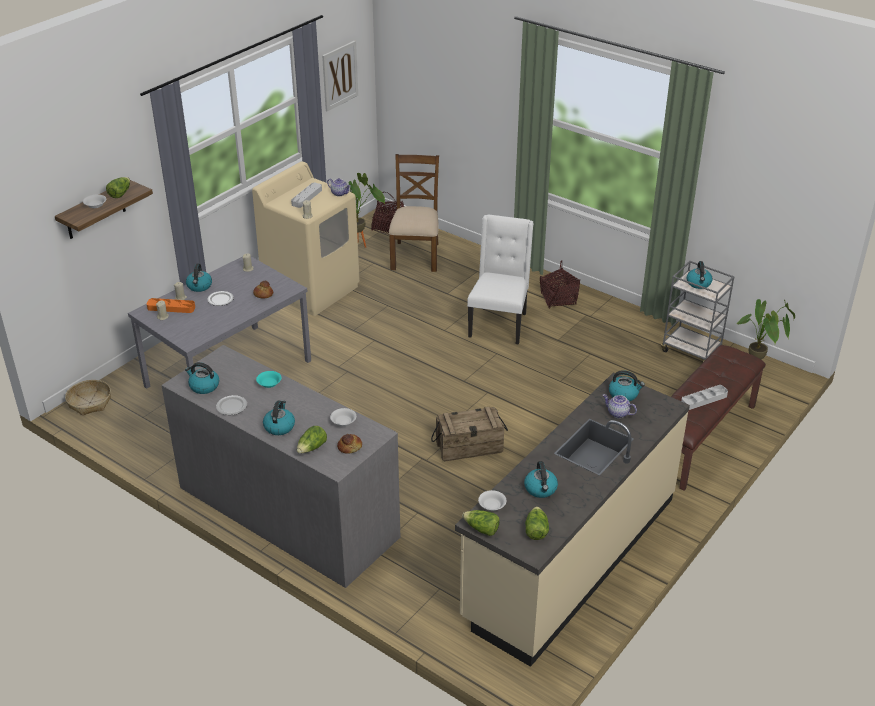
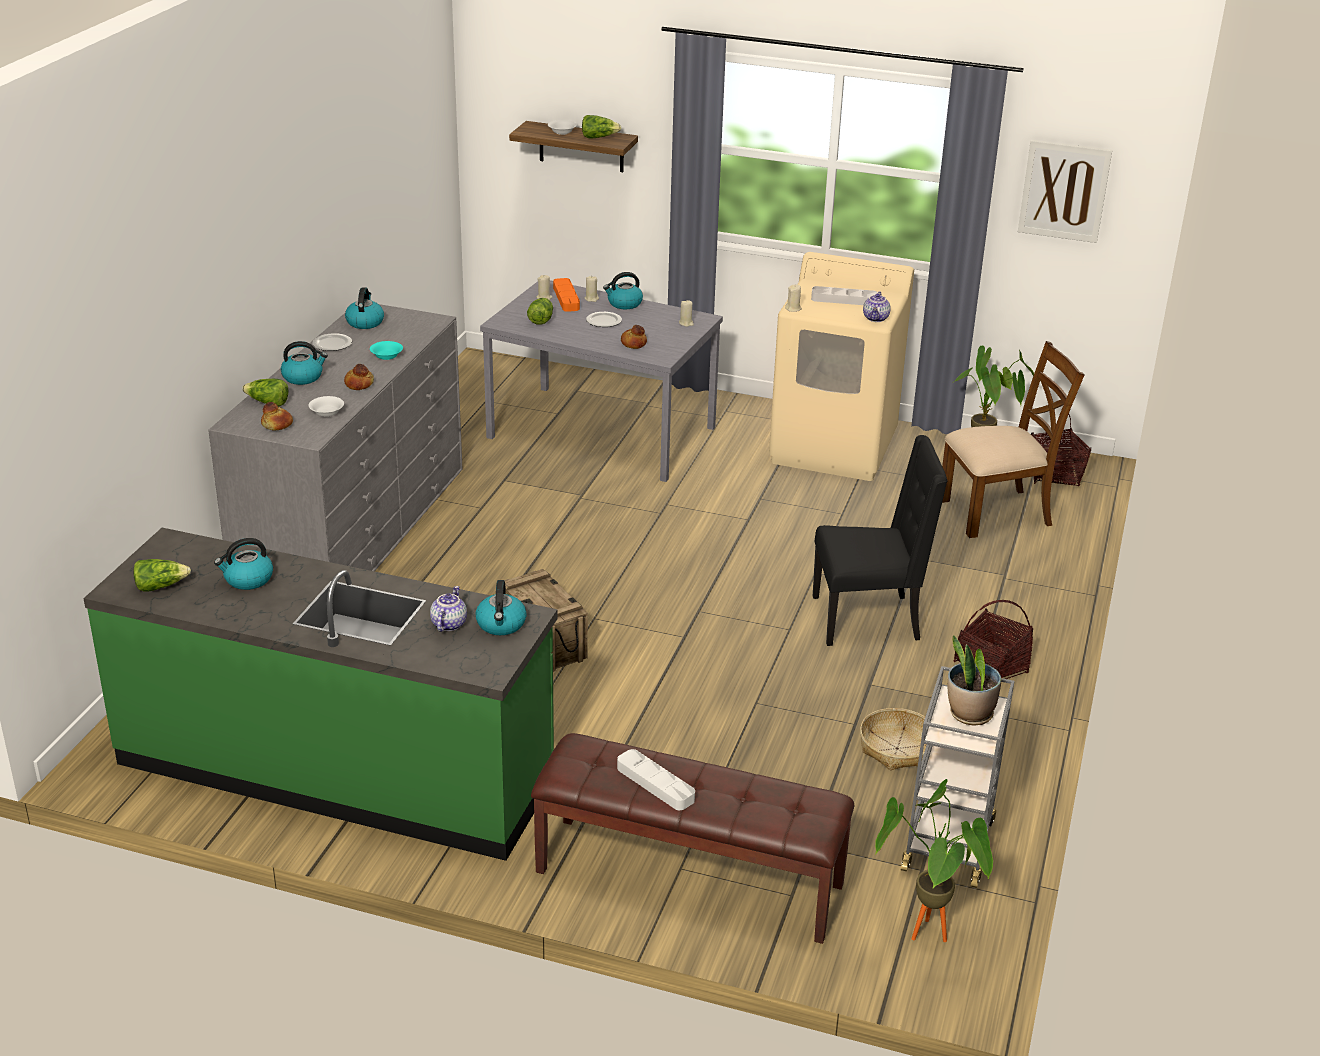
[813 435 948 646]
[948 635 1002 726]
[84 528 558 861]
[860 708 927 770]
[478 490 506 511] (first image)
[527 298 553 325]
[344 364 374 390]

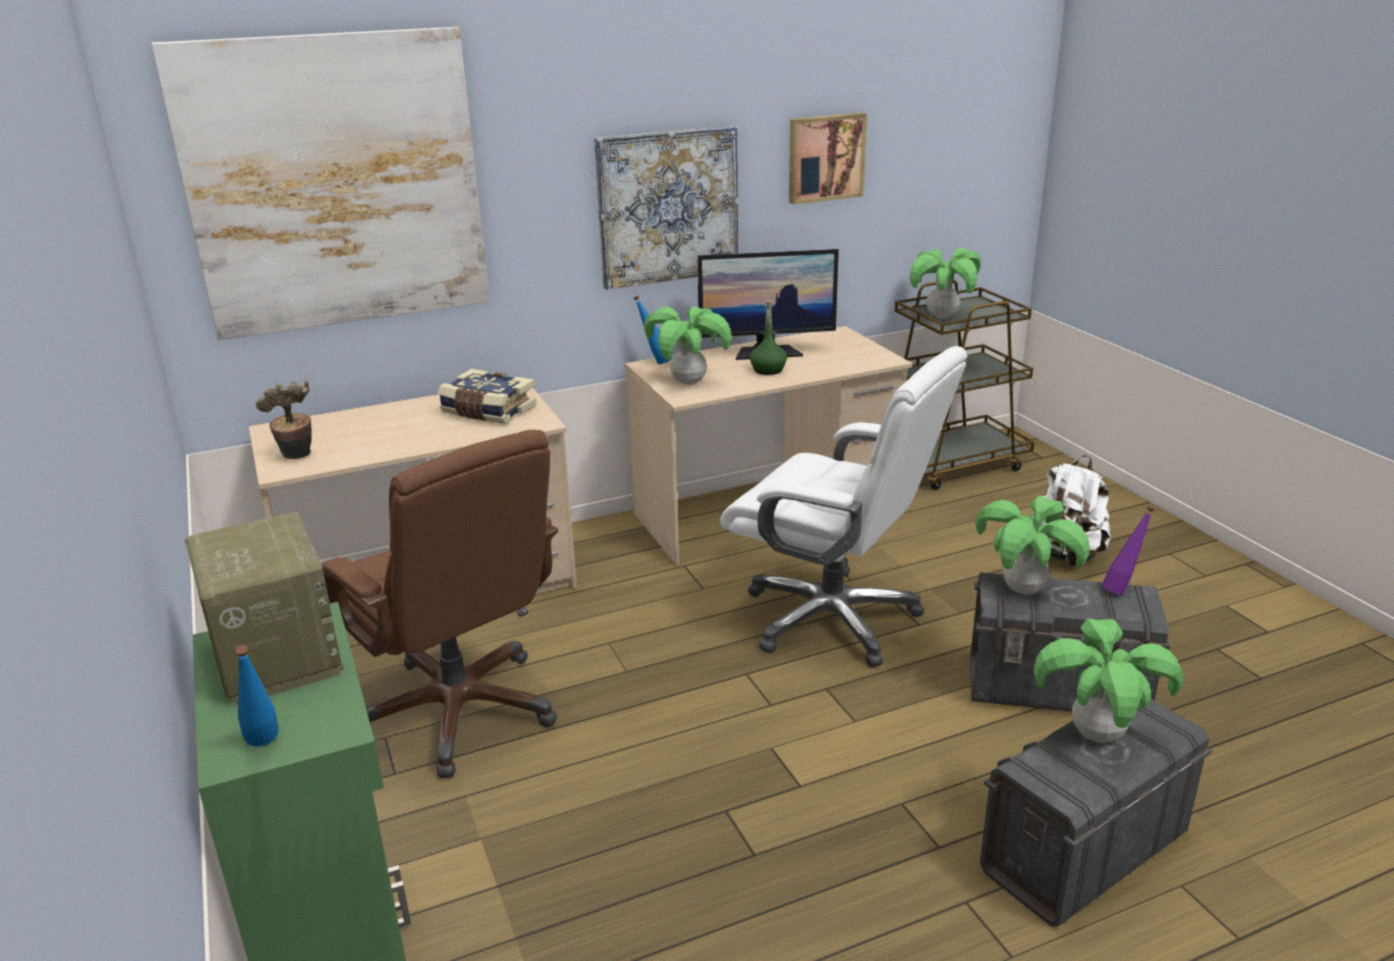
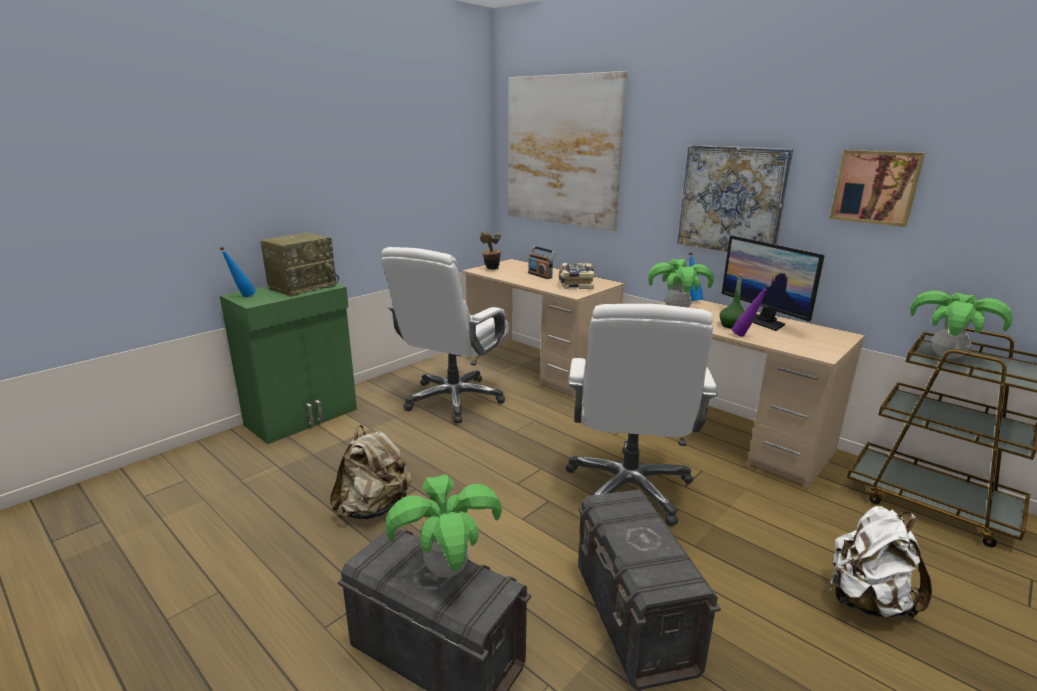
[382 247 509 423]
[975 496 1090 595] (first image)
[732 284 770 337]
[528 246 556 279]
[330 425 412 519]

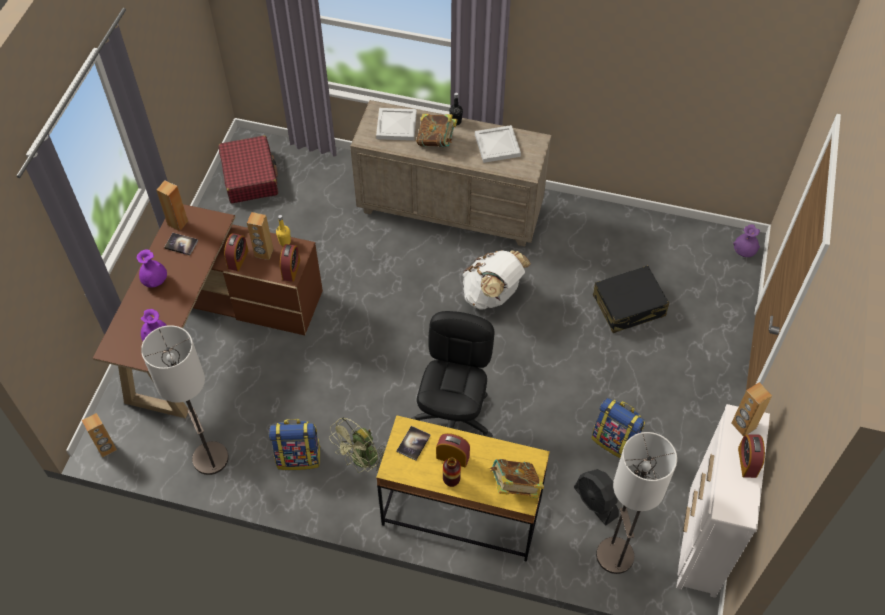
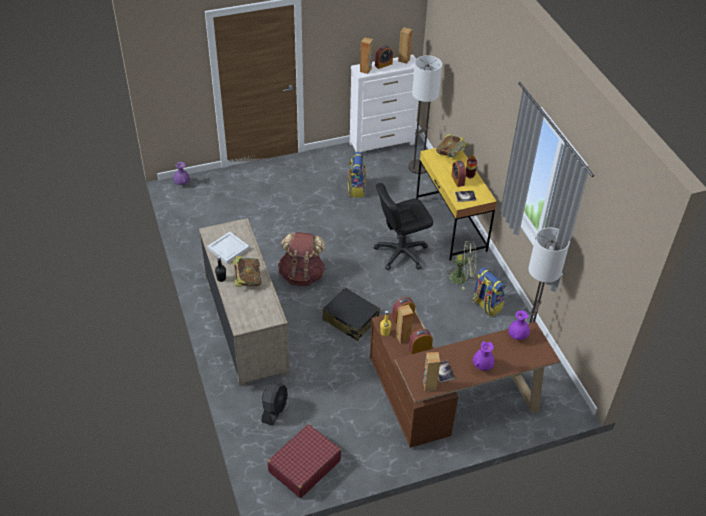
[376 108 417 141] (first image)
[278 232 326 286]
[322 288 380 341]
[398 27 412 64]
[262 382 288 426]

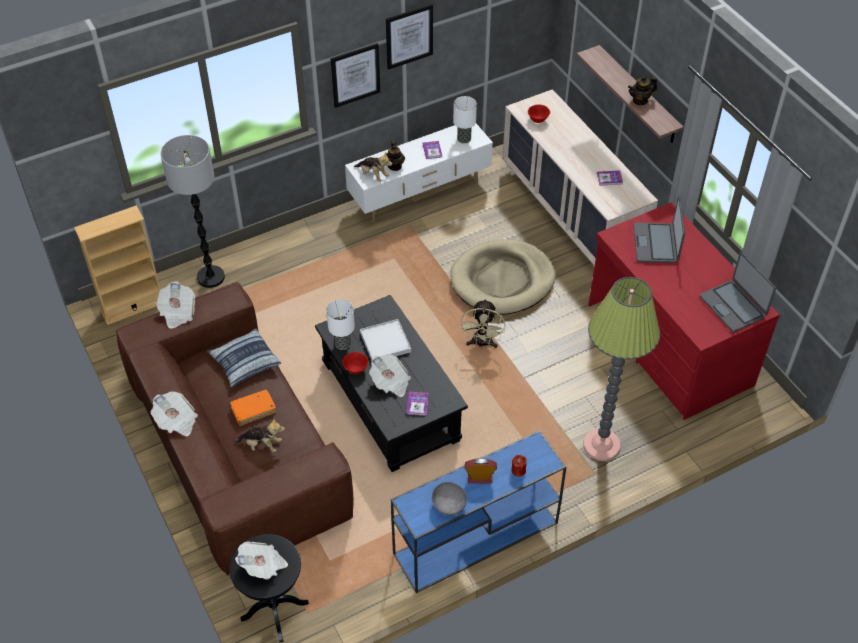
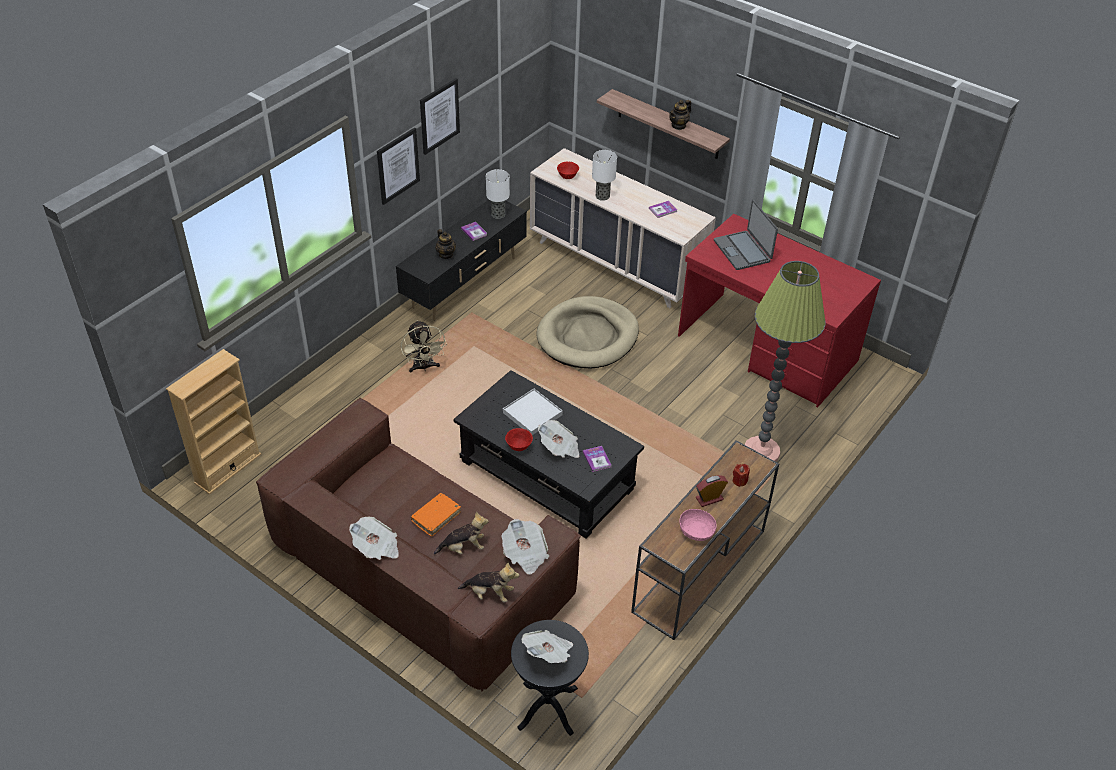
[396 200 527 321]
[160 135 225 288] (first image)
[458 562 519 603]
[700 252 776 332] (first image)
[501 519 549 575]
[592 150 617 201]
[401 320 447 372]
[207 328 281 388] (first image)
[631 440 779 640]
[680 509 717 541]

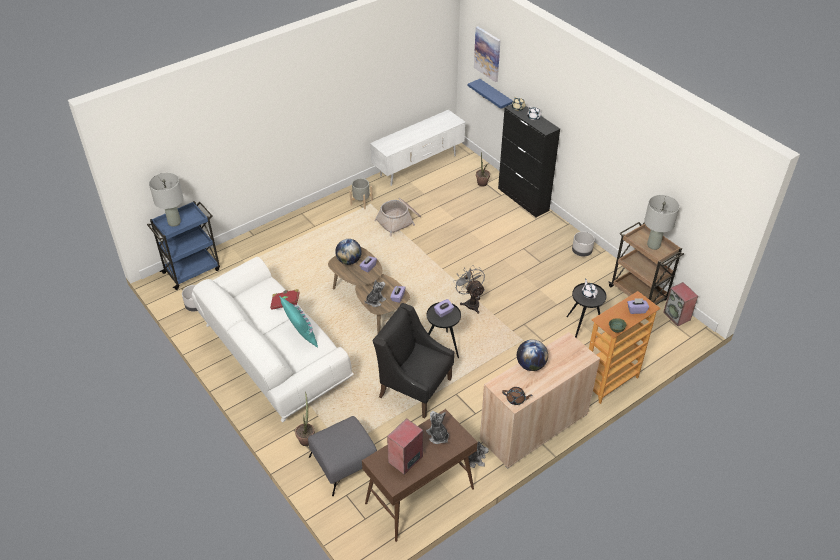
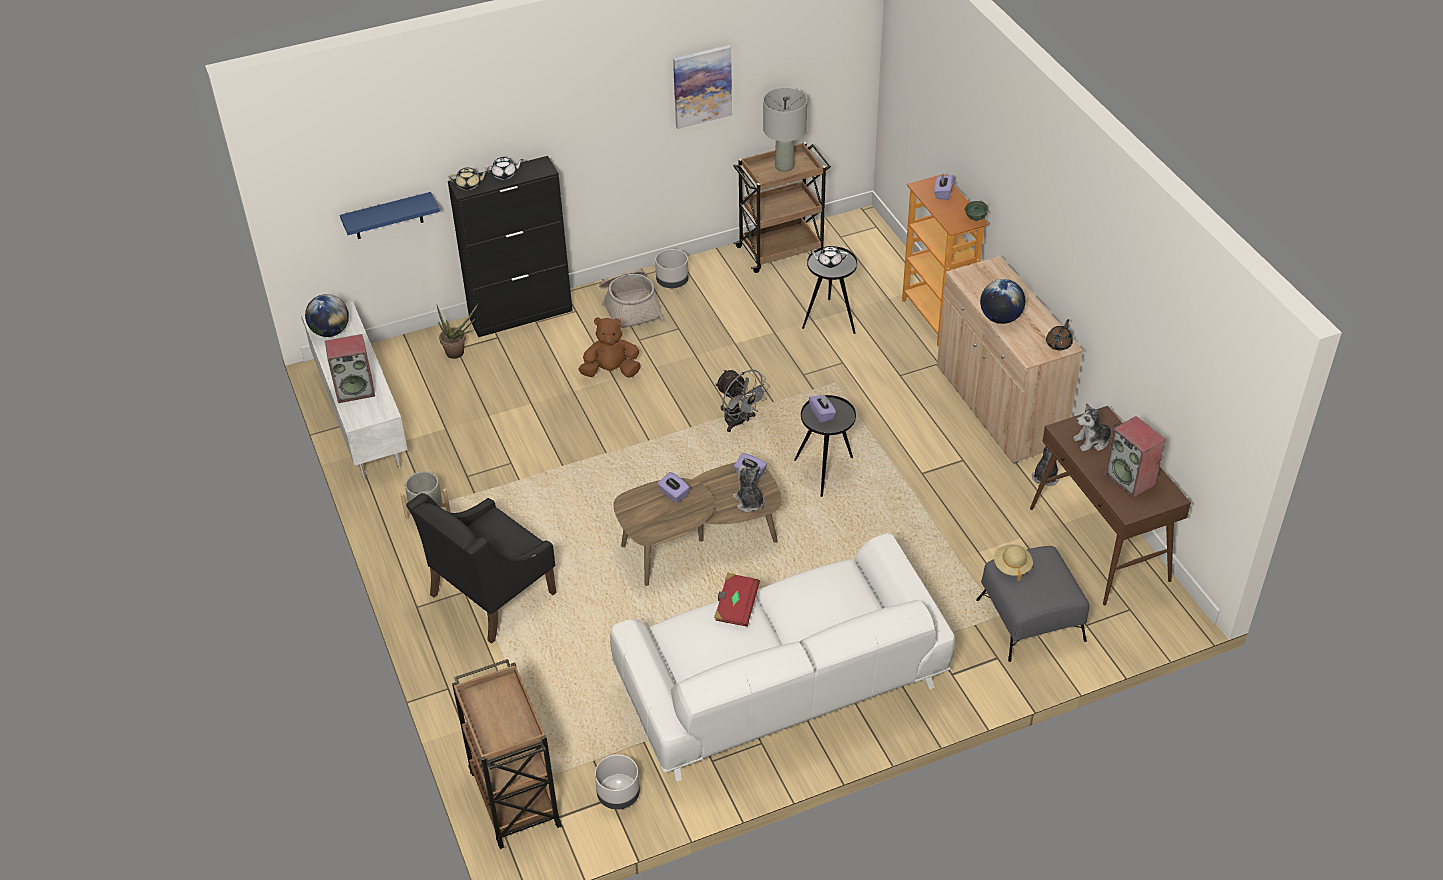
[673 45 732 129]
[149 173 183 227] (first image)
[599 270 665 328]
[452 659 562 849]
[305 294 349 337]
[715 370 770 432]
[325 334 375 403]
[279 296 318 348] (first image)
[406 493 556 644]
[295 392 315 446] (first image)
[579 317 641 378]
[994 544 1033 581]

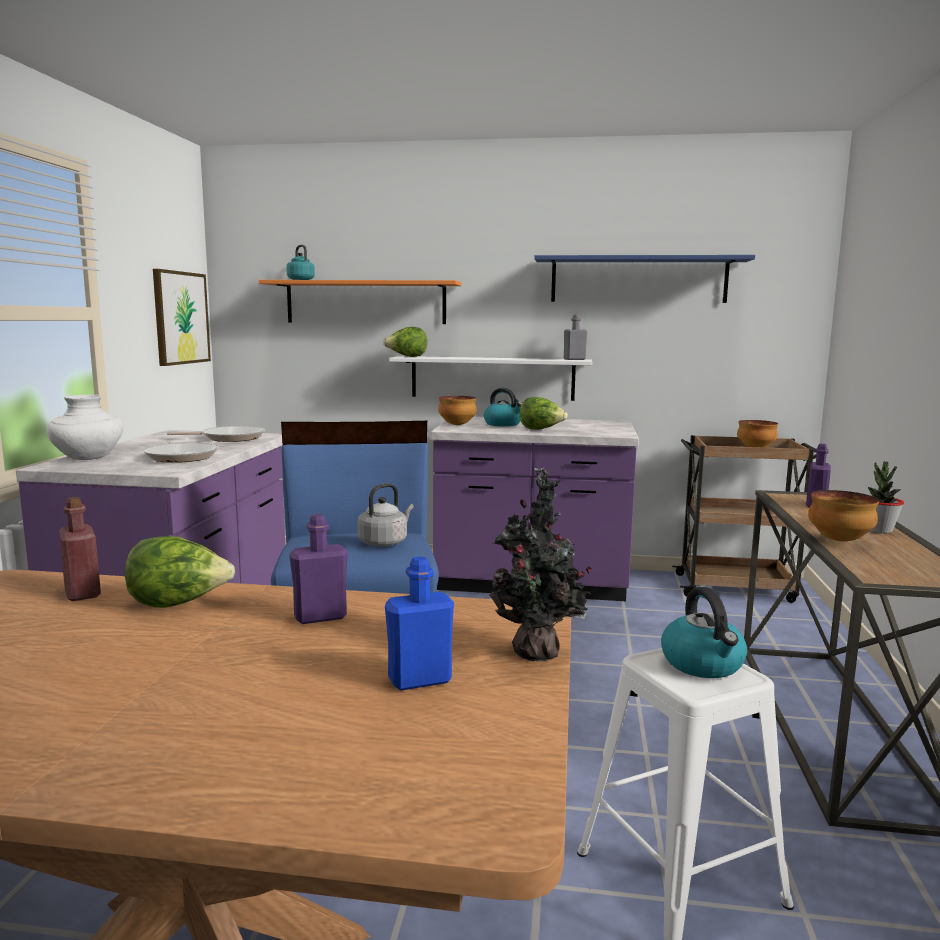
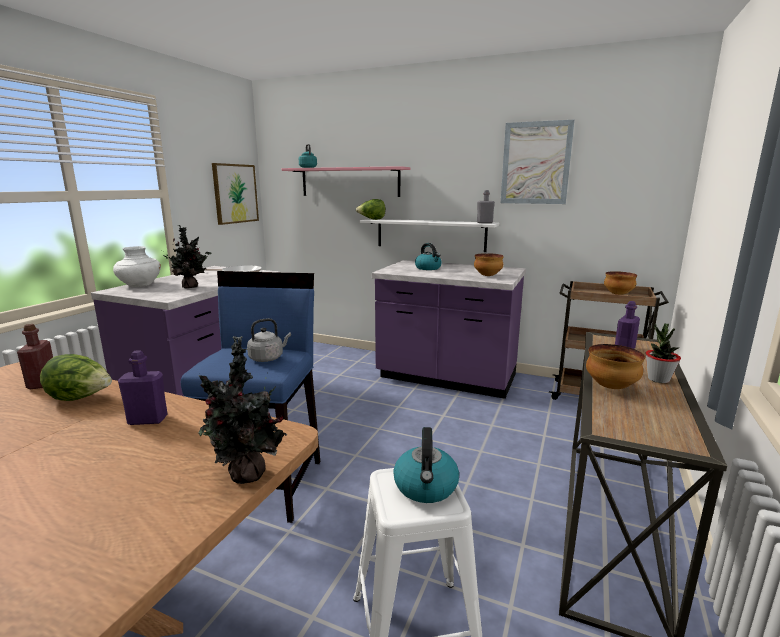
[501 120 575 204]
[282 166 410 197]
[474 253 504 276]
[519 397 568 430] (first image)
[161 225 212 288]
[385 556 454 690] (first image)

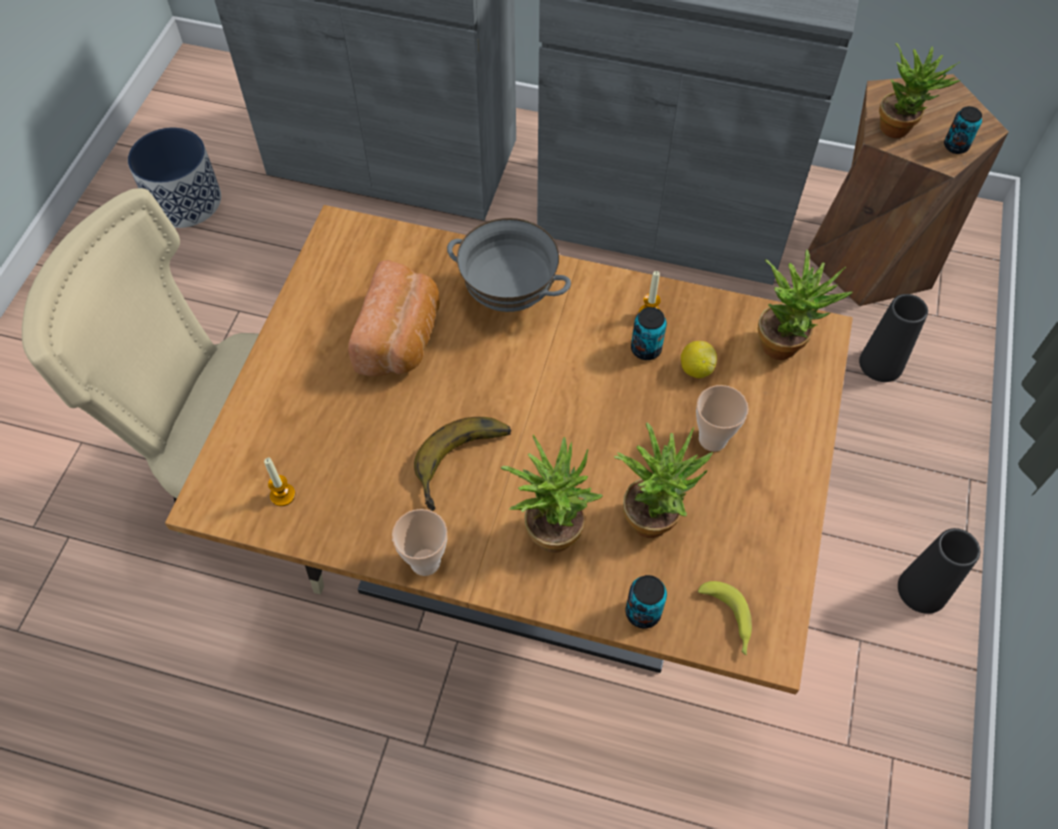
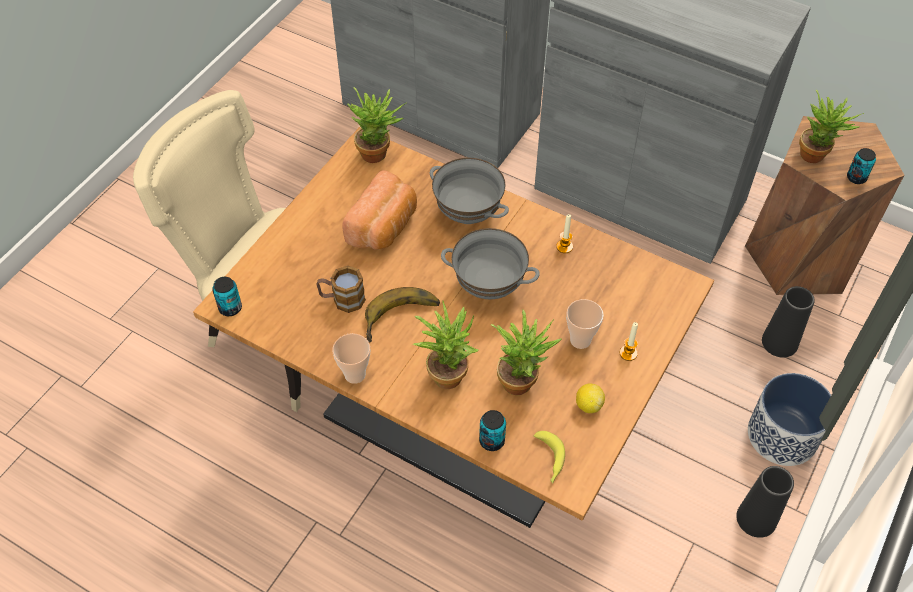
[748 373 831 466]
[347 87 407 163]
[212 277 242 316]
[576 383 605 413]
[620 322 638 361]
[441 228 540 299]
[316 266 366 313]

